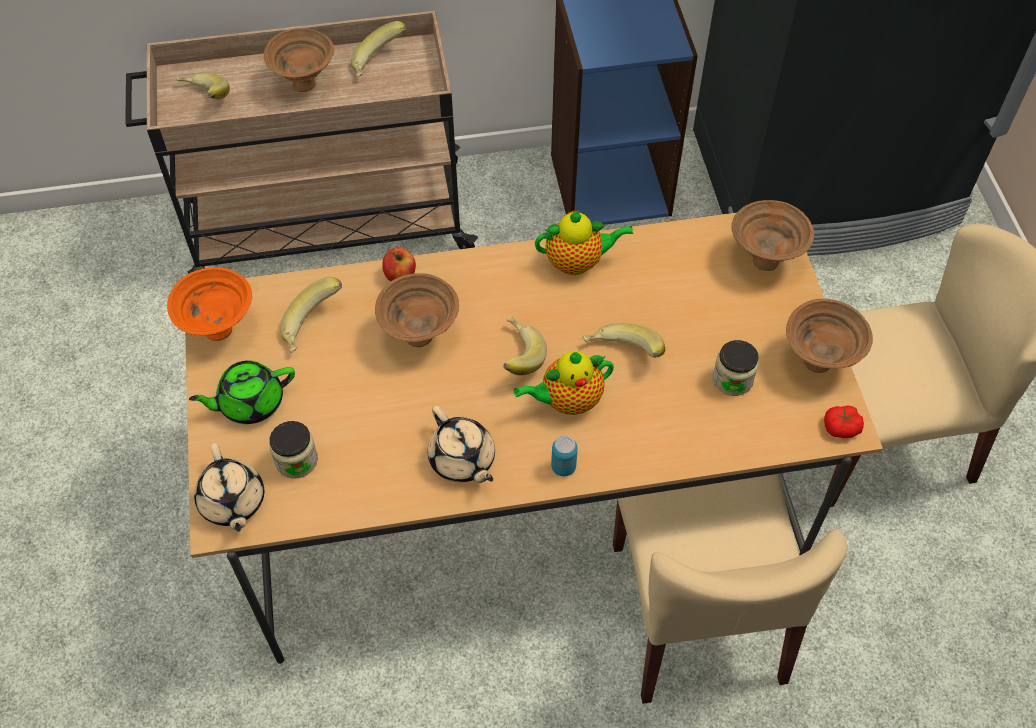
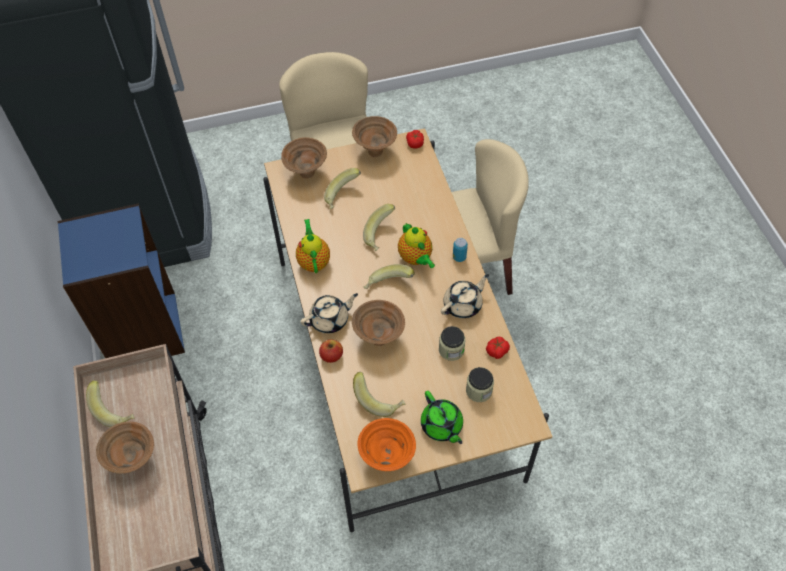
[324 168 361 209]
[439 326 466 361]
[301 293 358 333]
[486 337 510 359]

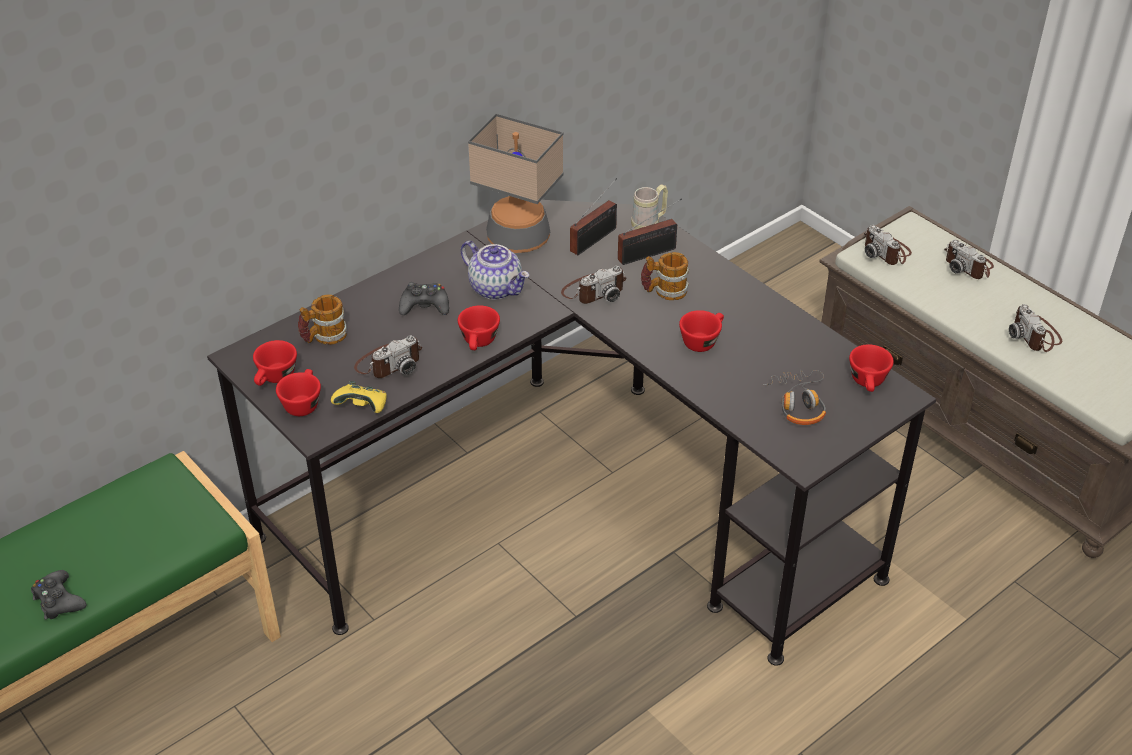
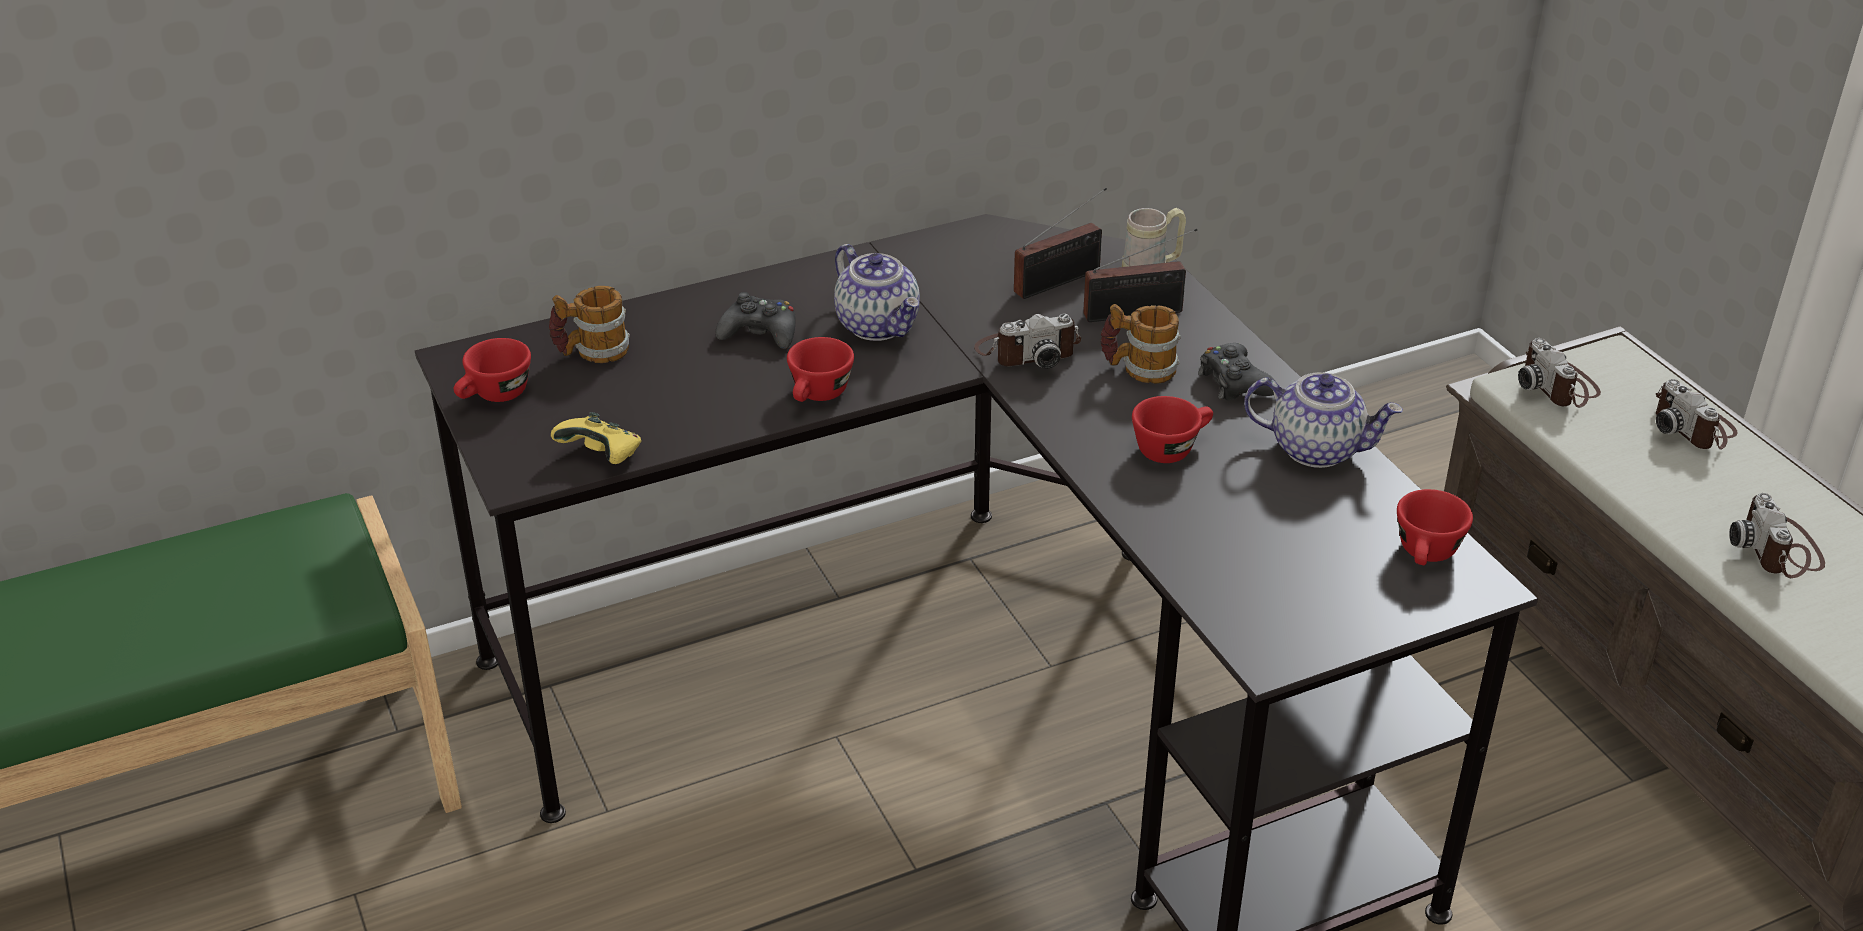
[468 113 563 253] (first image)
[354 335 422 378] (first image)
[276 369 321 416] (first image)
[763 370 826 425] (first image)
[1198 343 1277 400]
[1244 372 1403 468]

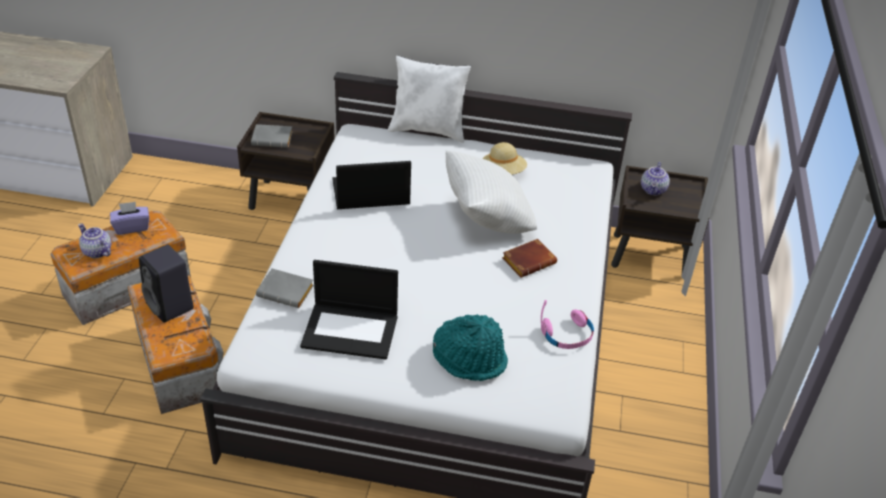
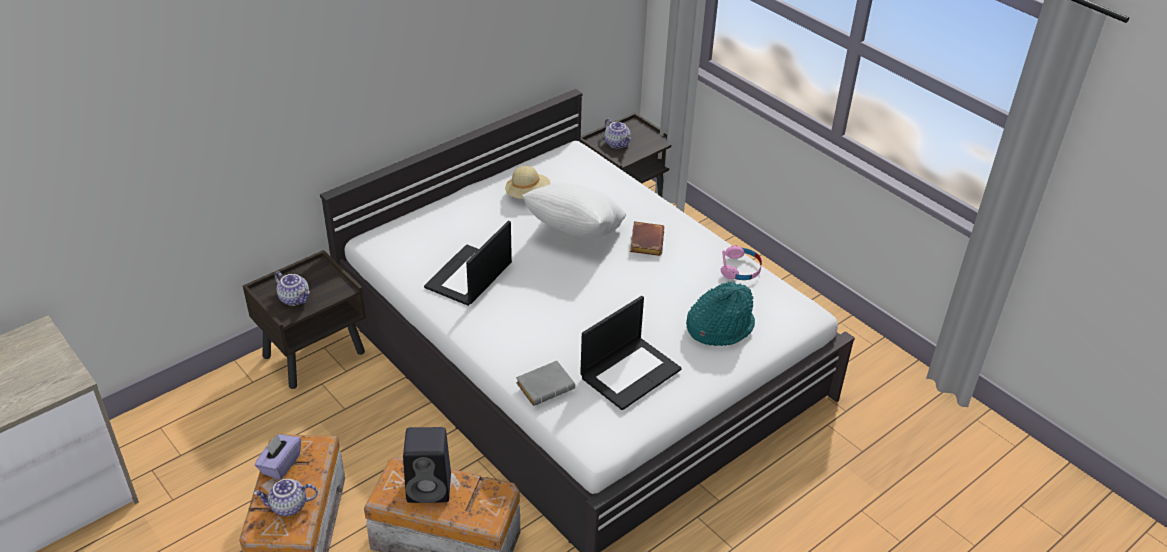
[388 56 471 143] (first image)
[274 271 310 306]

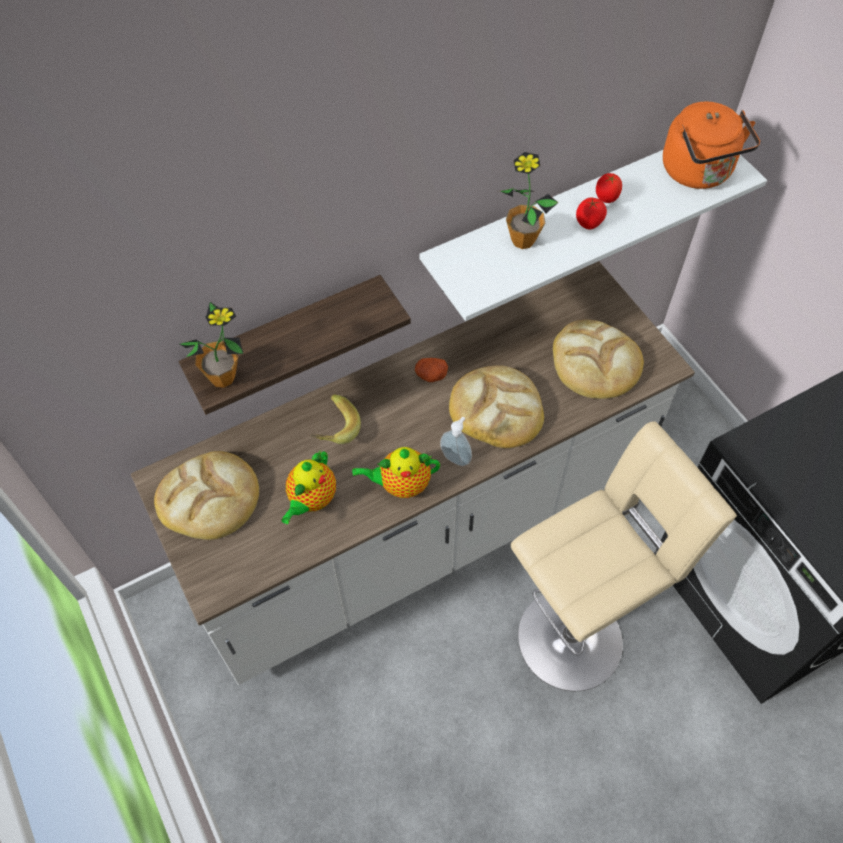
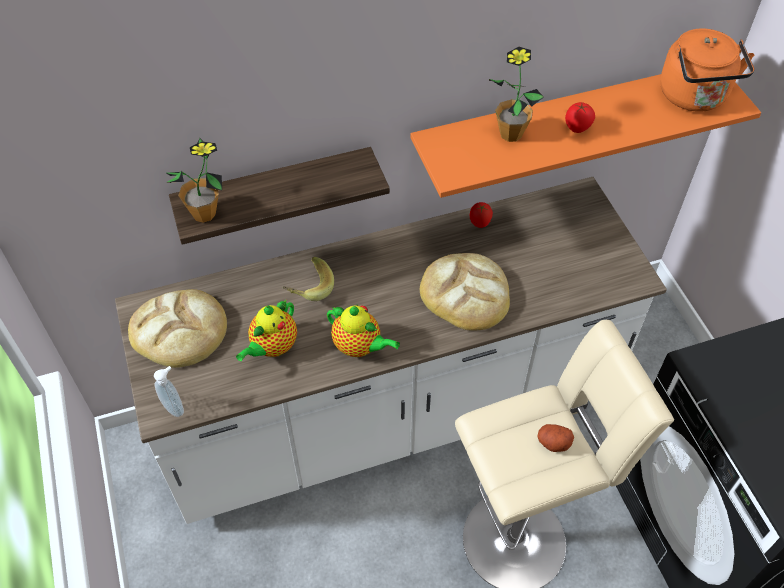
[411 74 761 198]
[470 202 493 228]
[553 320 644 399] (first image)
[538 424 574 452]
[154 366 184 417]
[327 305 400 357]

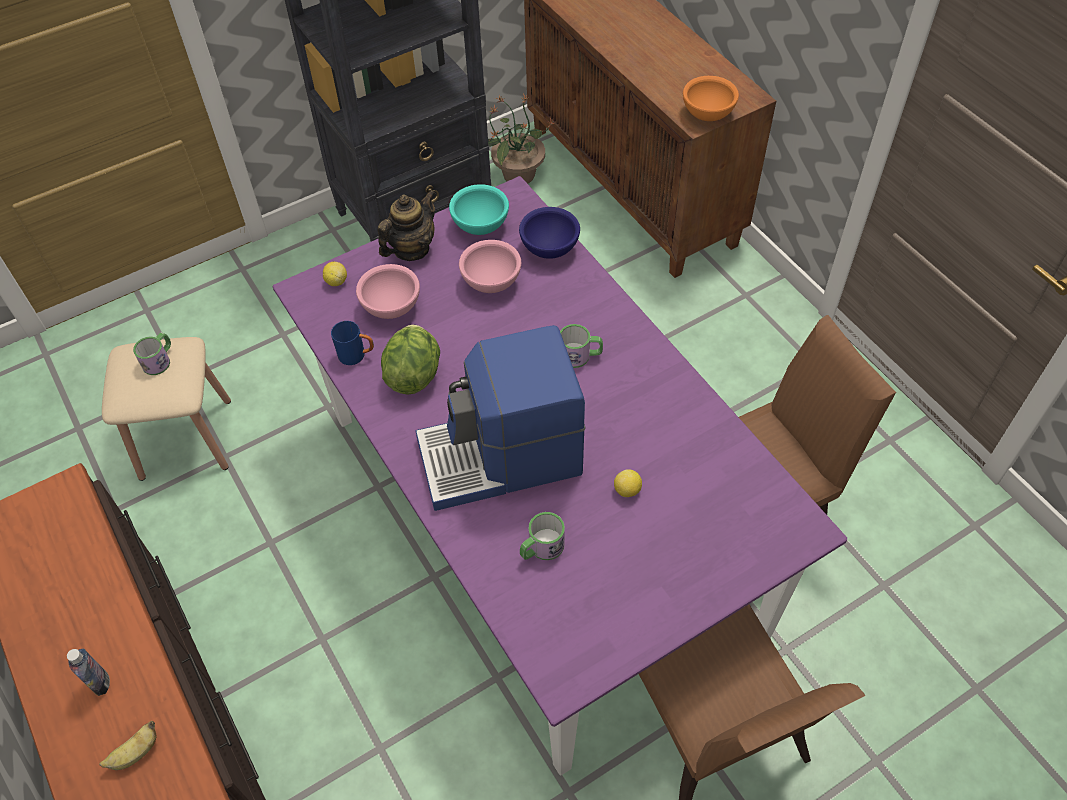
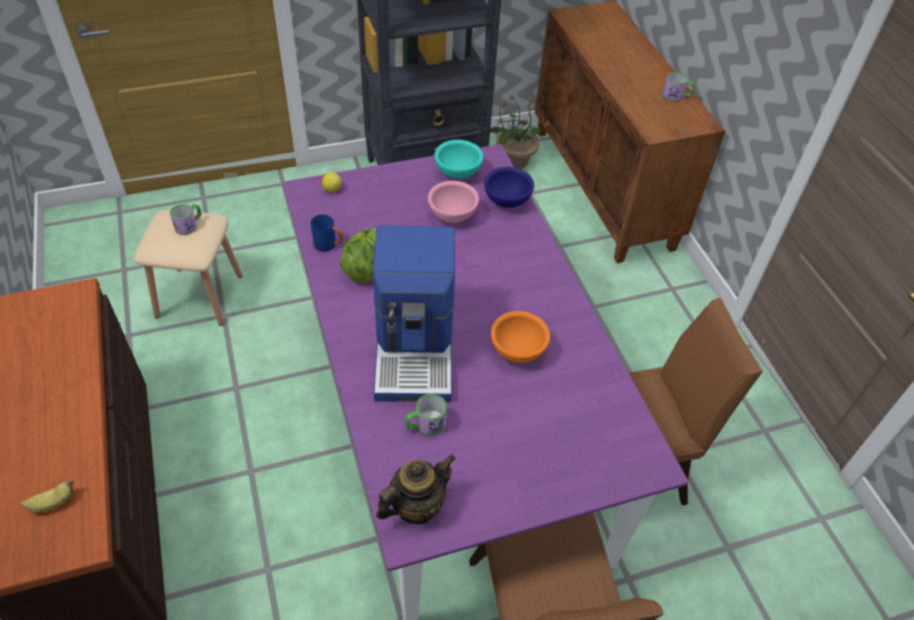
[491 311 550 363]
[376 455 456 524]
[356 264 420 319] (first image)
[662 72 695 102]
[373 225 455 402]
[614 469 642 497] (first image)
[67 649 110 696] (first image)

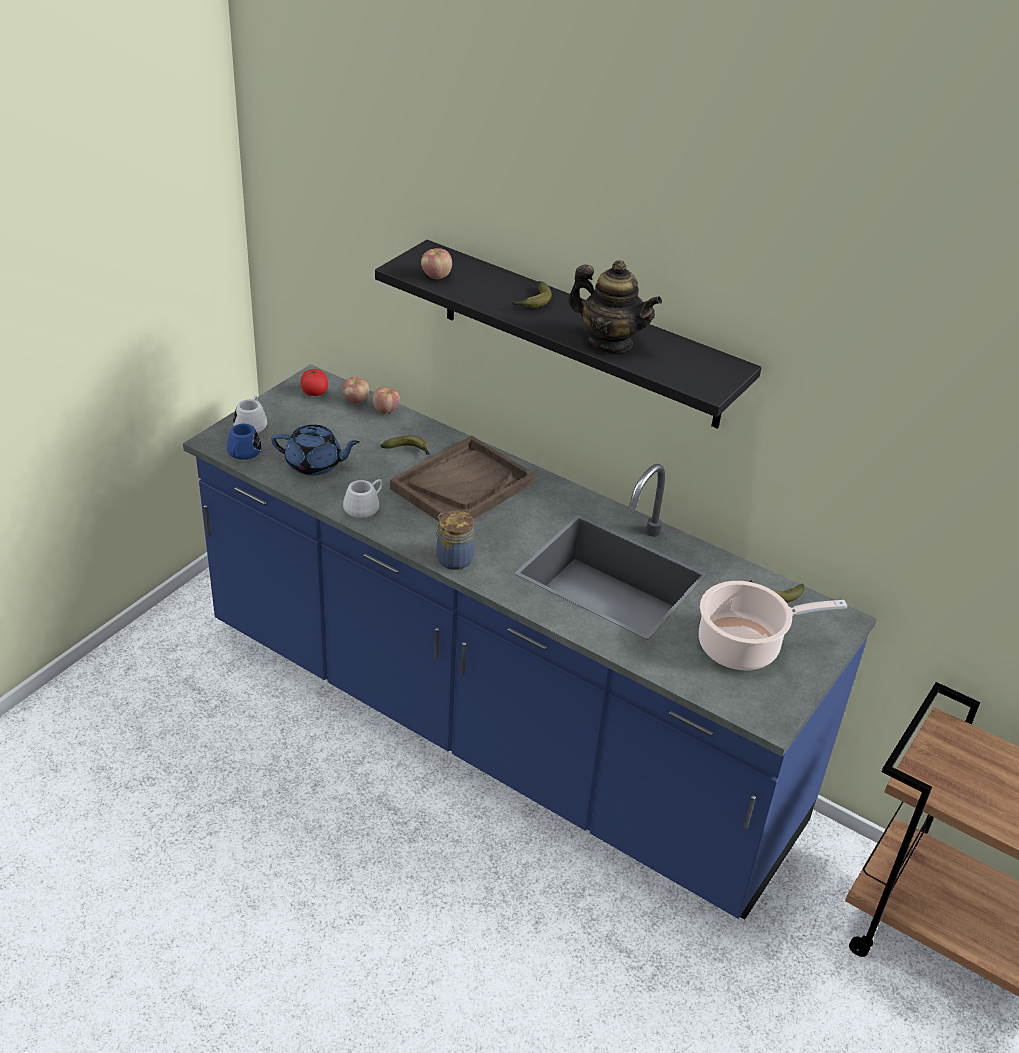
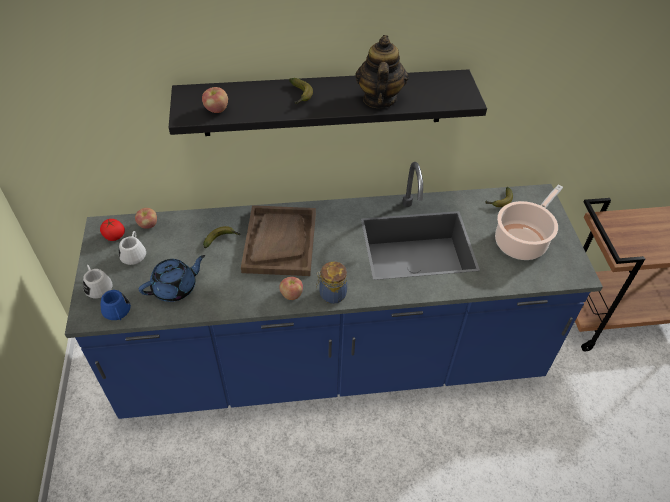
[356 35 408 108]
[279 277 303 300]
[119 231 146 265]

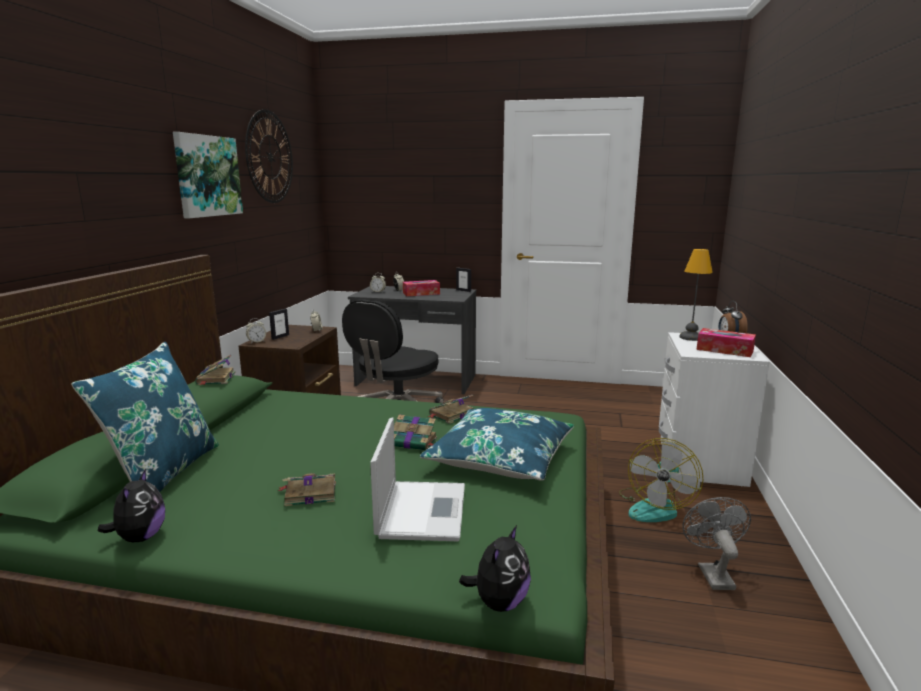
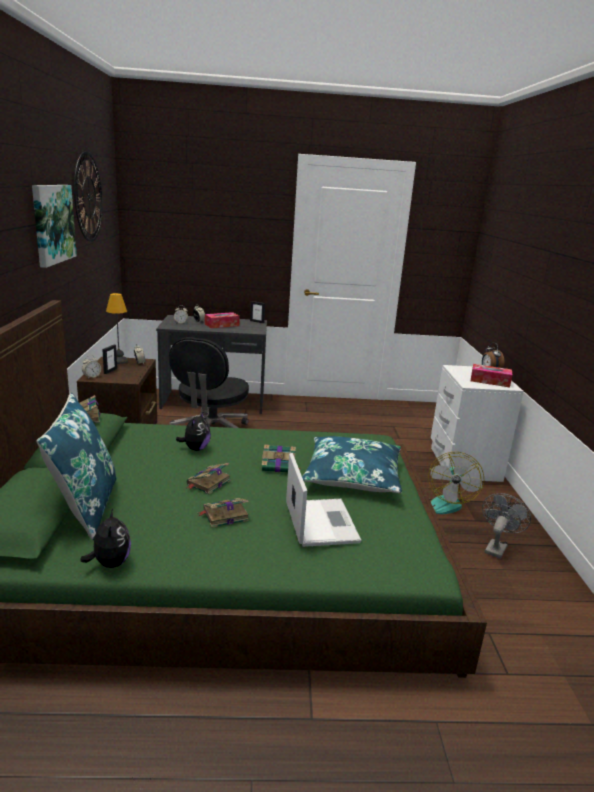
[106 293 128 364]
[187 463 231 494]
[482 493 531 559]
[176 411 211 451]

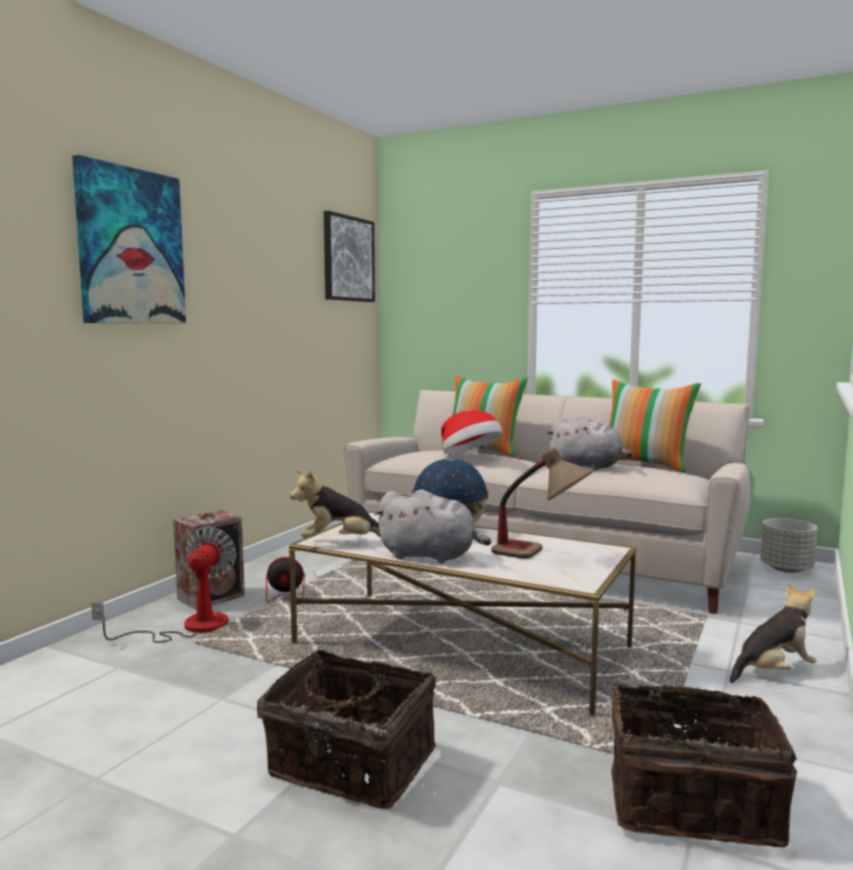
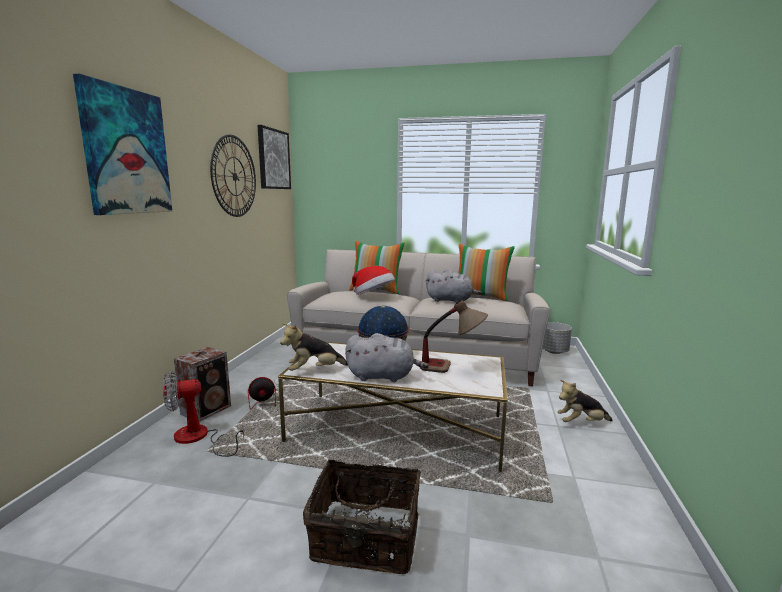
[163 371 244 457]
[557 380 613 422]
[611 675 797 847] (first image)
[210 135 256 217]

